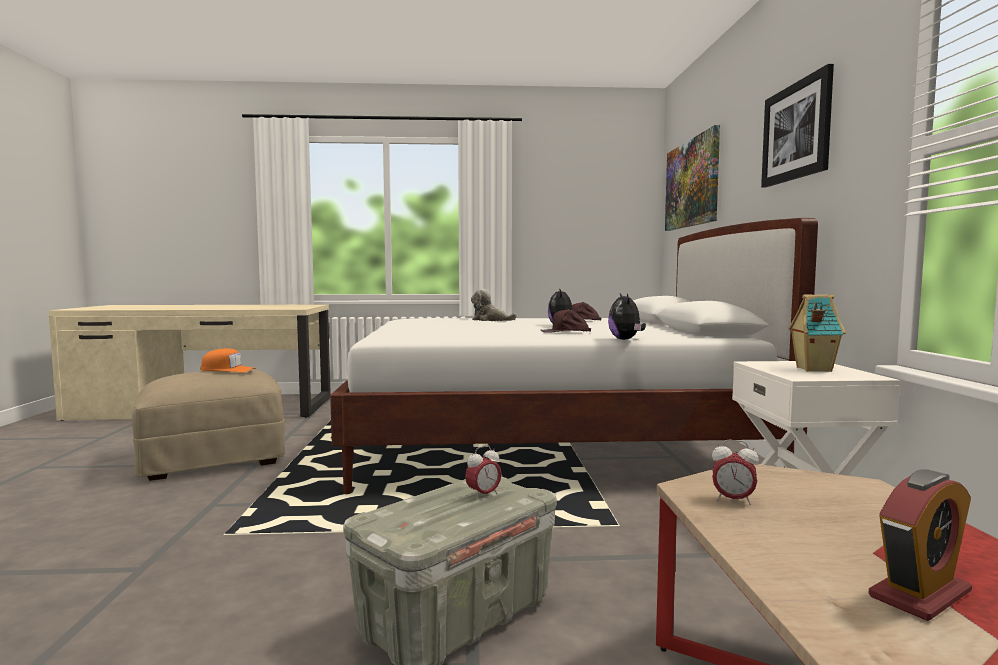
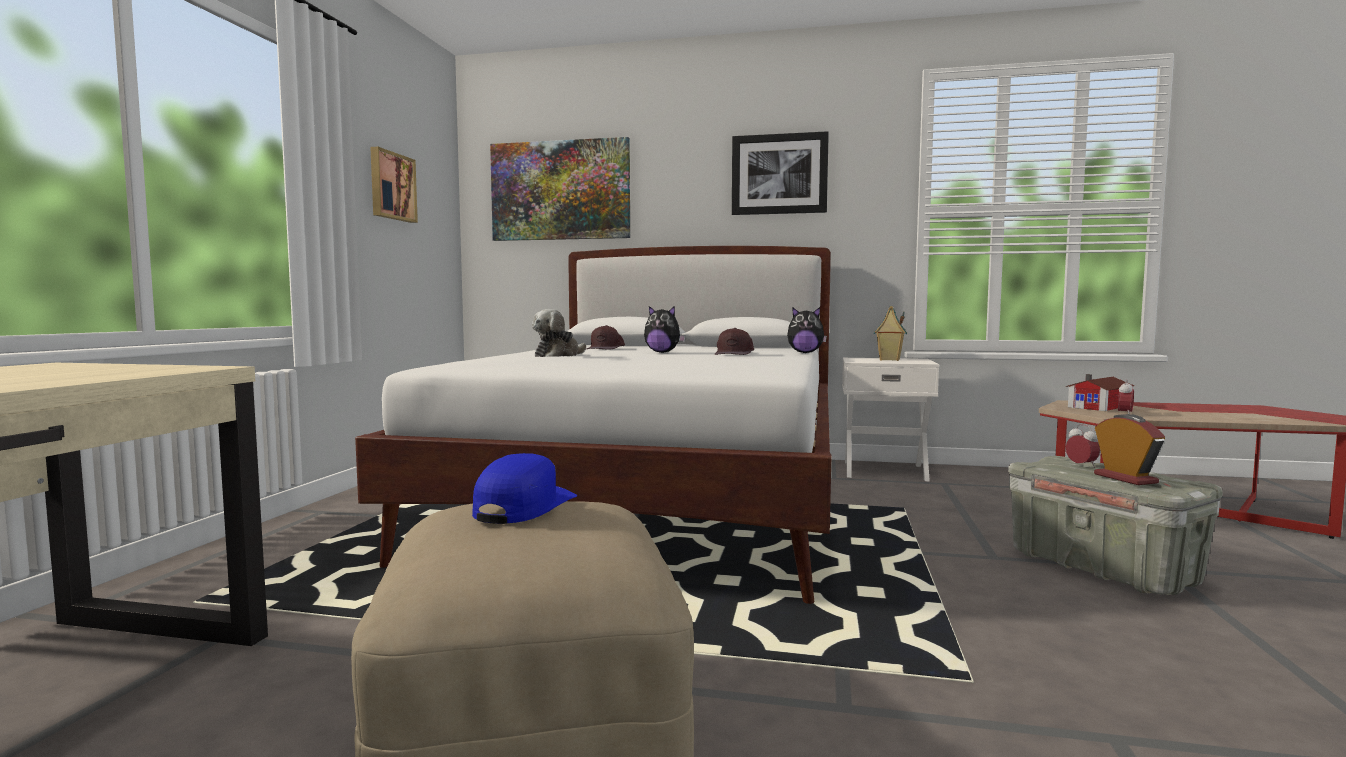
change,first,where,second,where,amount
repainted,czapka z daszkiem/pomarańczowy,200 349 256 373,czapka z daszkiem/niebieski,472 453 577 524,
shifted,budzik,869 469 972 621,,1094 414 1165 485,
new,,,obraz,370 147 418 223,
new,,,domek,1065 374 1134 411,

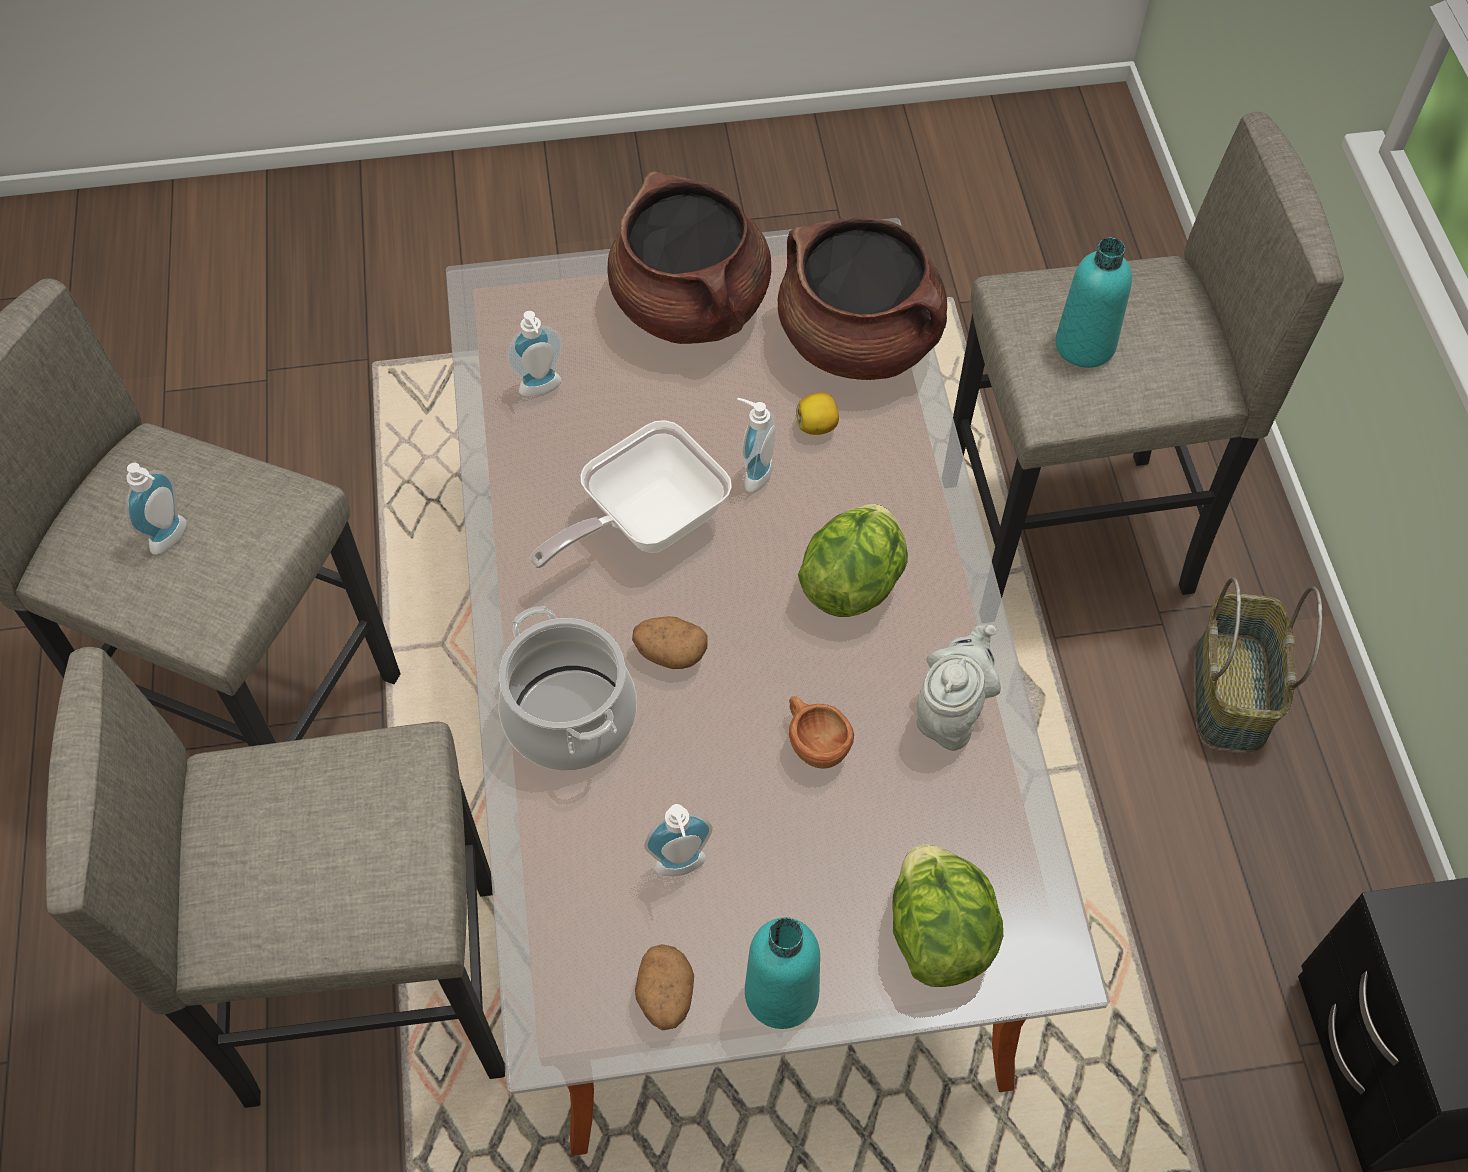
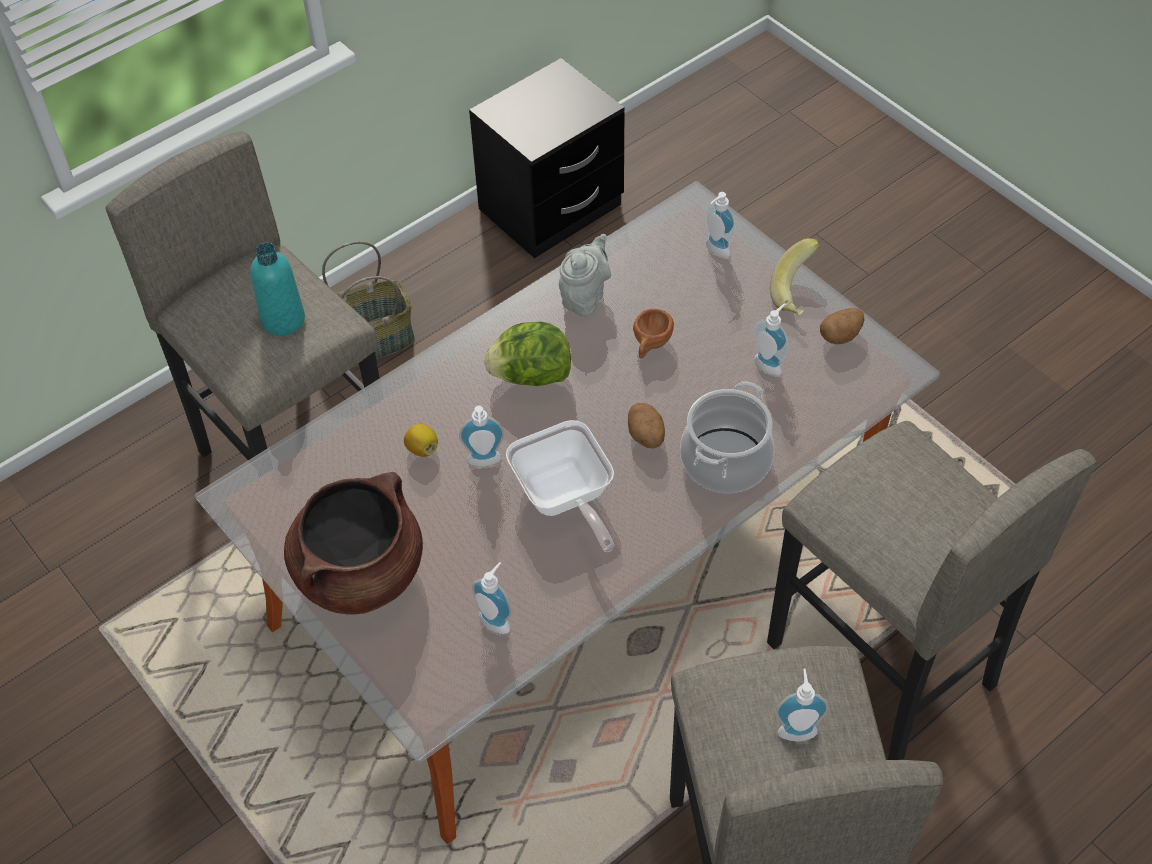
change,first,where,second,where,amount
gone,garnek/brązowy,778 217 947 380,,,
rotated,patelnia,530 420 732 569,,506 420 614 552,45 degrees clockwise
rotated,imbryk/szary,917 624 1001 751,,559 234 611 317,120 degrees clockwise
swapped,sałata,892 844 1003 987,dozownik mydła,705 192 736 257,
swapped,butelka/turkusowy,745 917 820 1029,banan,770 238 820 317,

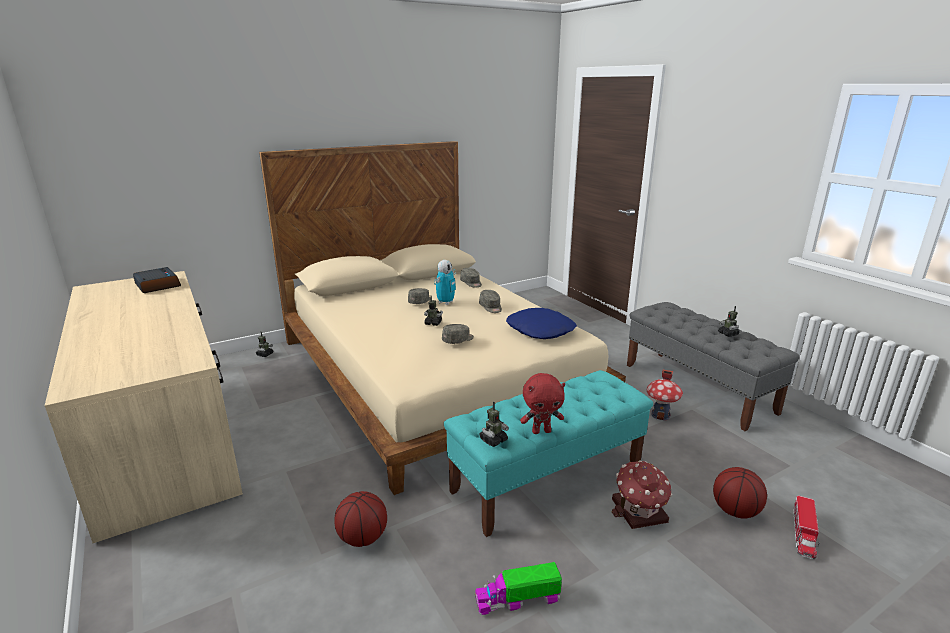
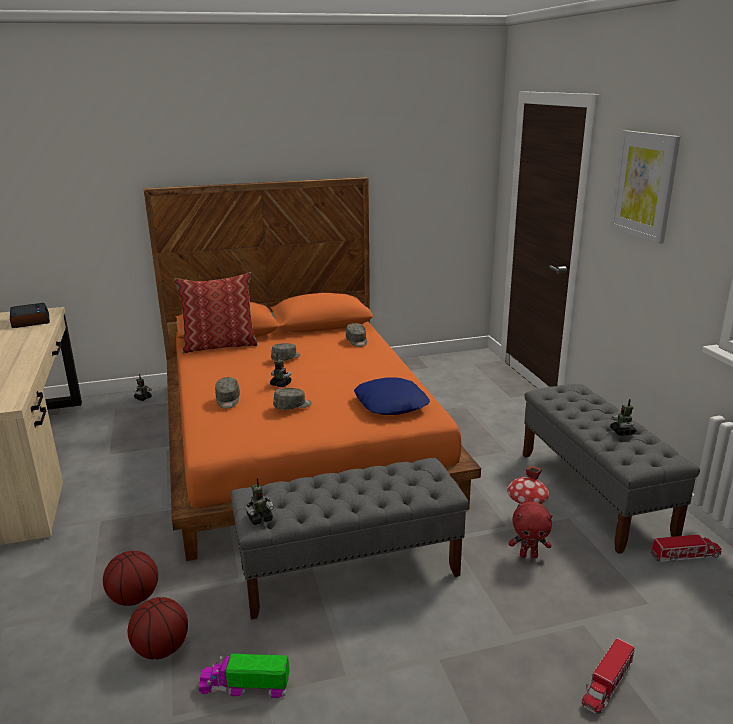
change,first,where,second,where,amount
repainted,łóżko/beżowy,259 141 626 495,łóżko/pomarańczowy,144 177 481 561,
gone,robot zabawkowy,434 260 456 305,,,
shifted,czapka z daszkiem/szary,479 290 502 313,,215 377 240 409,
repainted,ławka/turkusowy,444 370 653 537,ławka/szary,231 458 469 620,
shifted,pluszak/czerwony,520 373 565 434,,509 501 553 558,
gone,domek,612 460 672 529,,,
shifted,piłka do koszykówki,713 467 767 519,,128 597 188 659,
new,,,obraz,610 130 680 244,
new,,,poduszka,174 272 258 353,
new,,,ciężarówka zabawkowa,650 535 721 562,

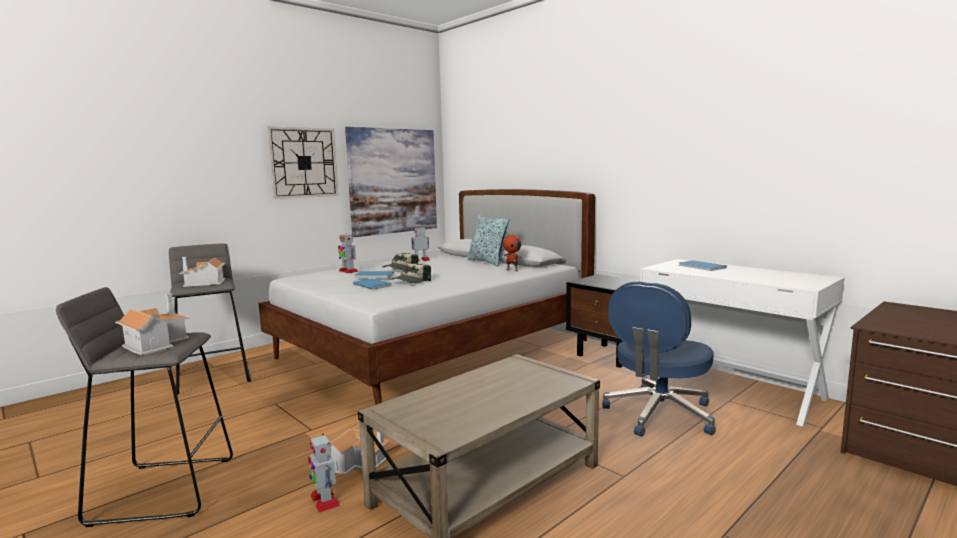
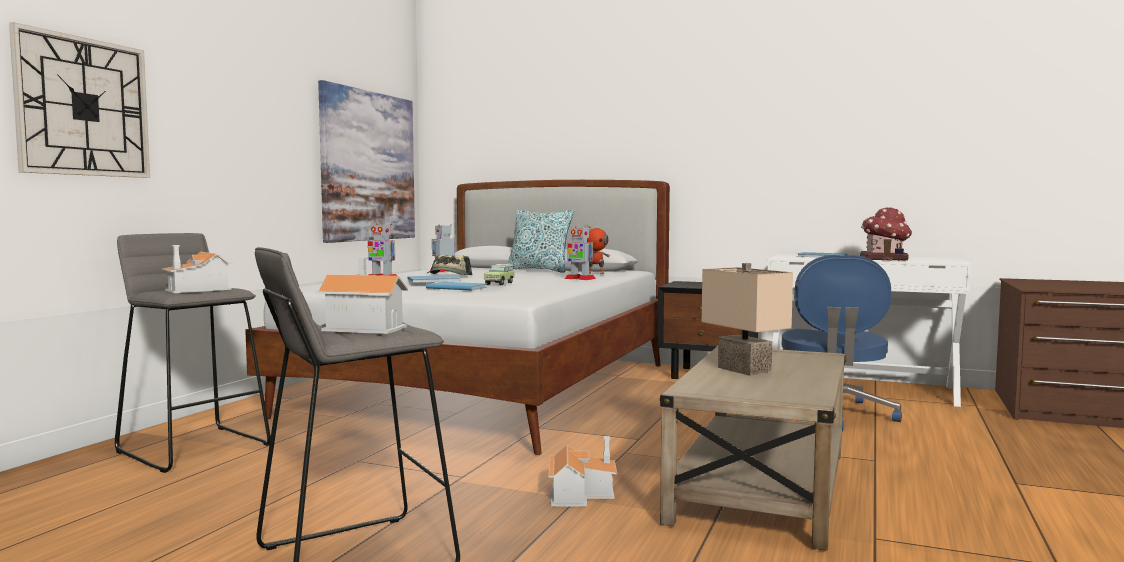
change,first,where,second,where,amount
shifted,zegar ścienny,267 126 339 199,,9 22 150 178,
swapped,czapka z daszkiem,391 263 431 283,samochodzik,484 264 515 285,
shifted,robot zabawkowy,308 433 340 513,,565 226 596 280,
new,,,domek,860 207 912 260,
new,,,lampa stołowa/beżowy,702 263 793 376,

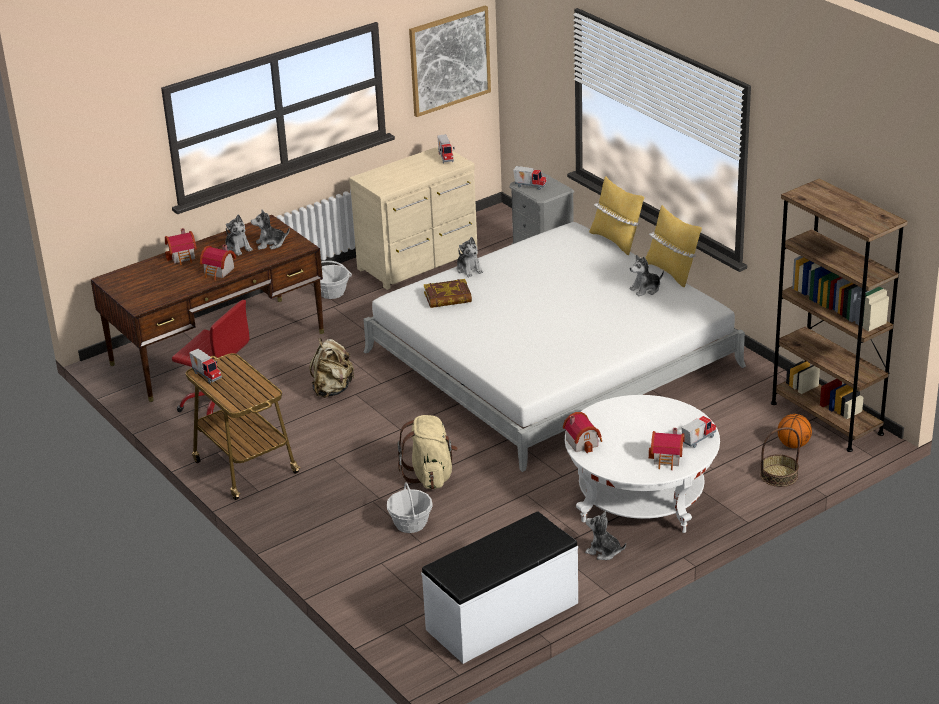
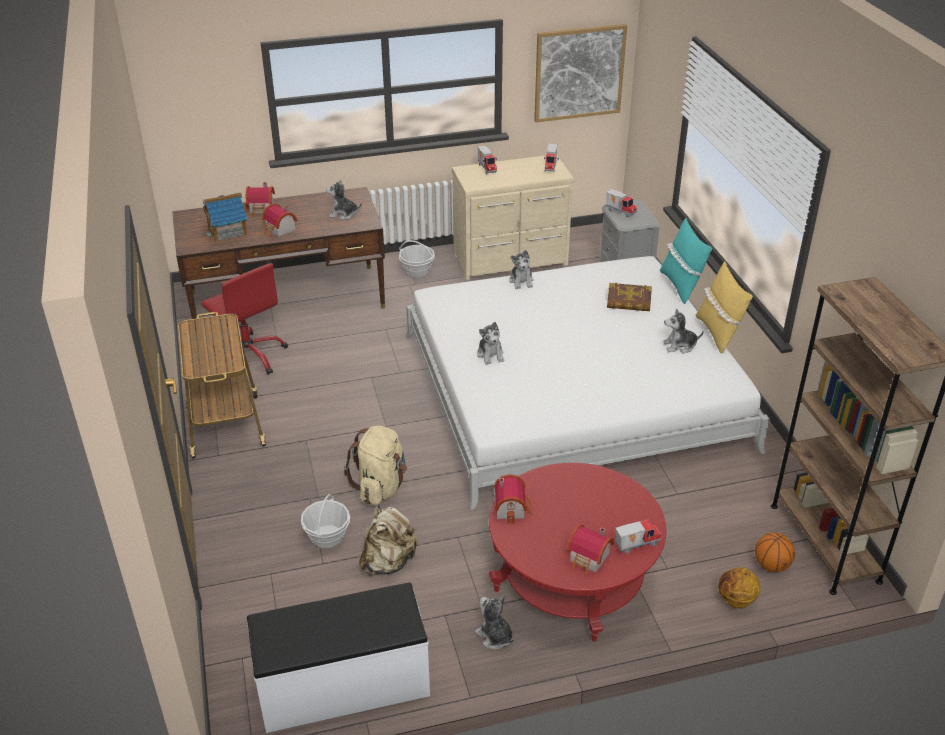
change,first,where,second,where,amount
repainted,poduszka/żółty,589 176 644 255,poduszka/turkusowy,660 218 712 304,
shifted,pluszak,225 215 253 256,,477 322 504 365,
shifted,książka,424 279 472 308,,607 283 652 311,
shifted,plecak/beżowy,309 338 355 398,,359 506 418 576,
shifted,ciężarówka zabawkowa,189 349 222 384,,478 145 497 175,
repainted,ława/biały,565 395 720 533,ława/czerwony,489 463 666 642,
swapped,koszyk,760 427 800 487,piłka do koszykówki,718 567 761 609,
new,,,domek,203 192 248 242,

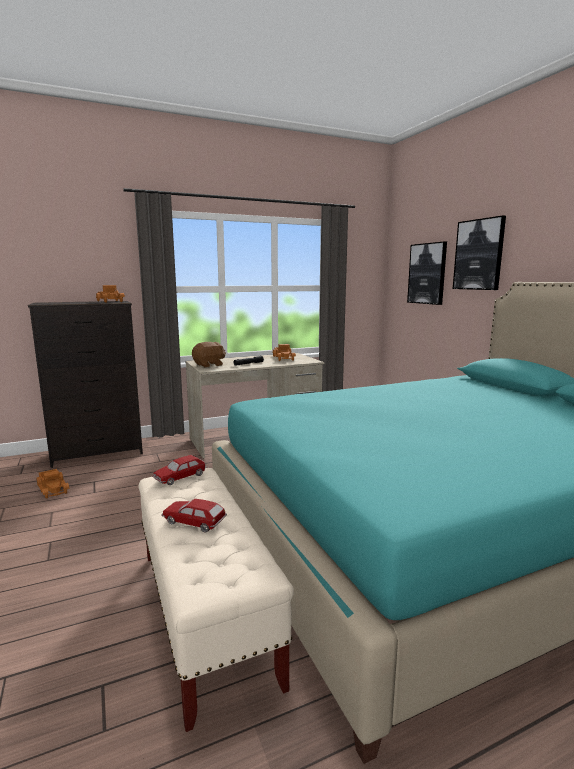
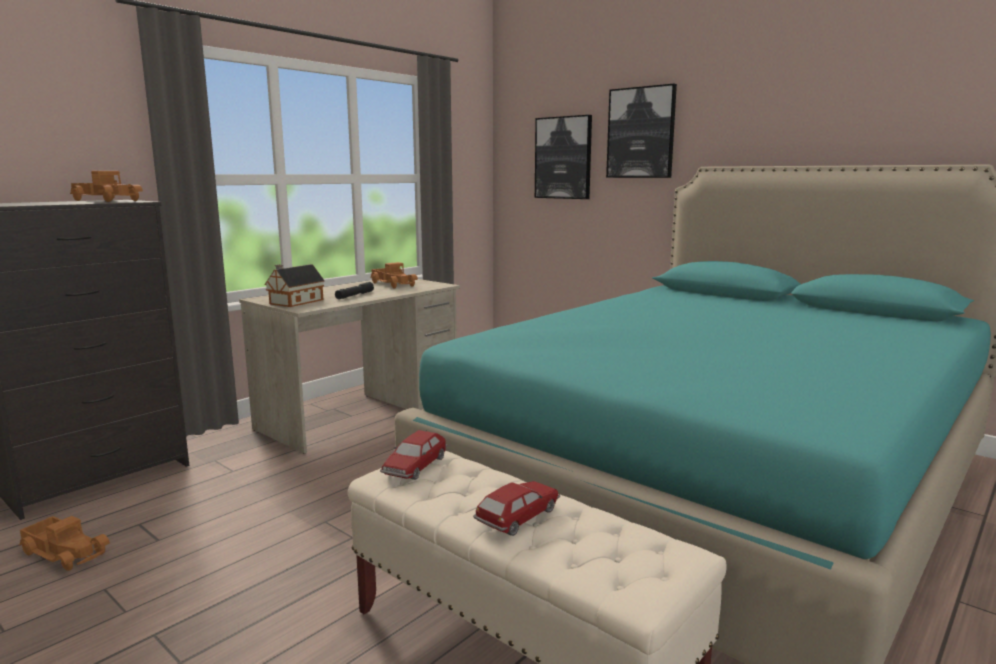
change,first,where,second,where,amount
swapped,pluszak/brązowy,192 342 226 367,domek,264 264 325 307,
rotated,samochodzik,161 499 227 533,,473 481 560 536,135 degrees clockwise

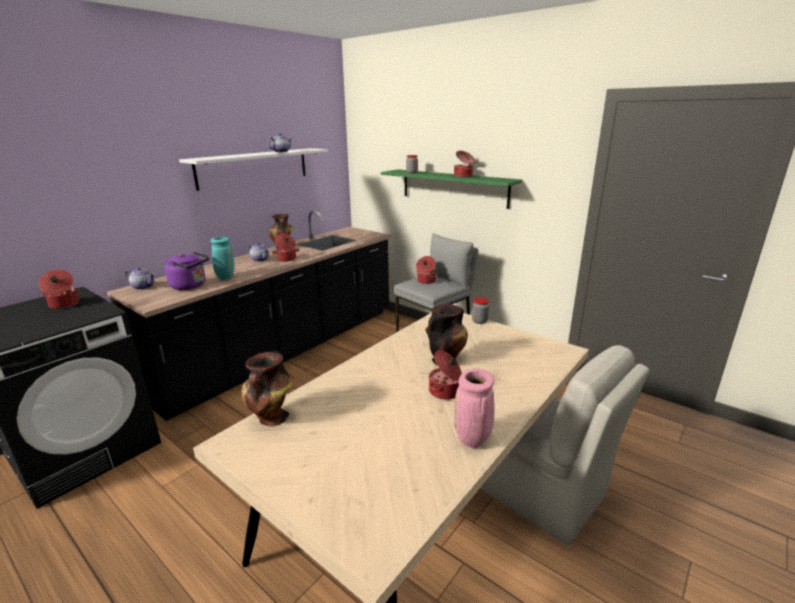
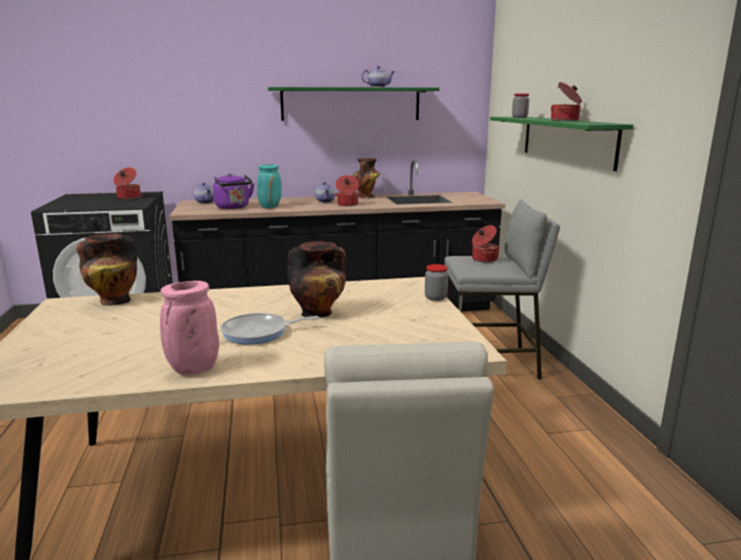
change,first,where,second,where,amount
repainted,półka/biały,179 148 328 191,półka/zielony,268 87 440 121,
swapped,garnek,429 350 462 400,patelnia,220 313 319 345,

